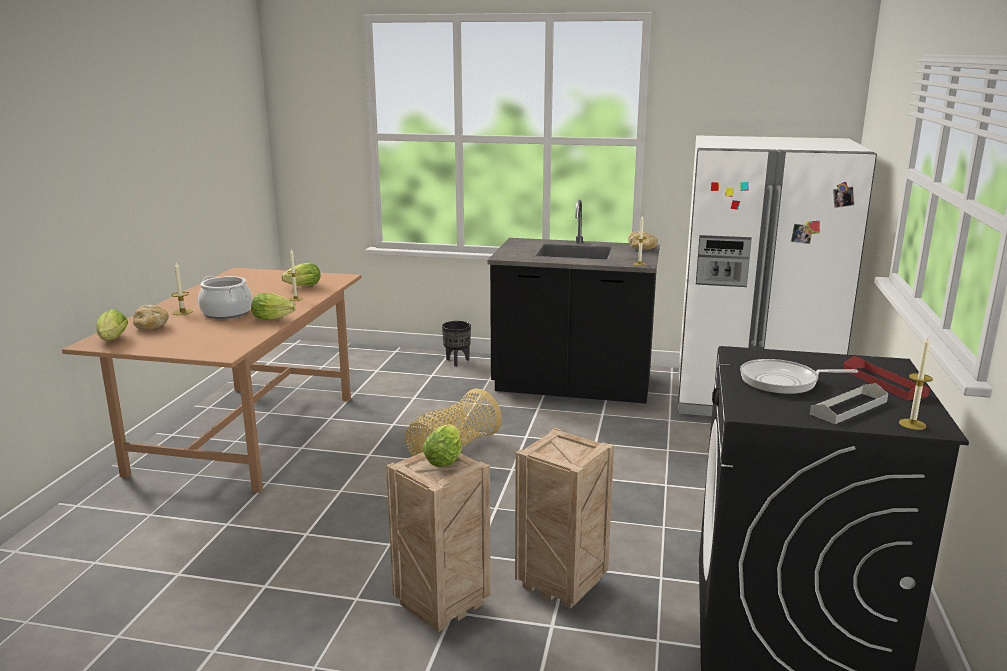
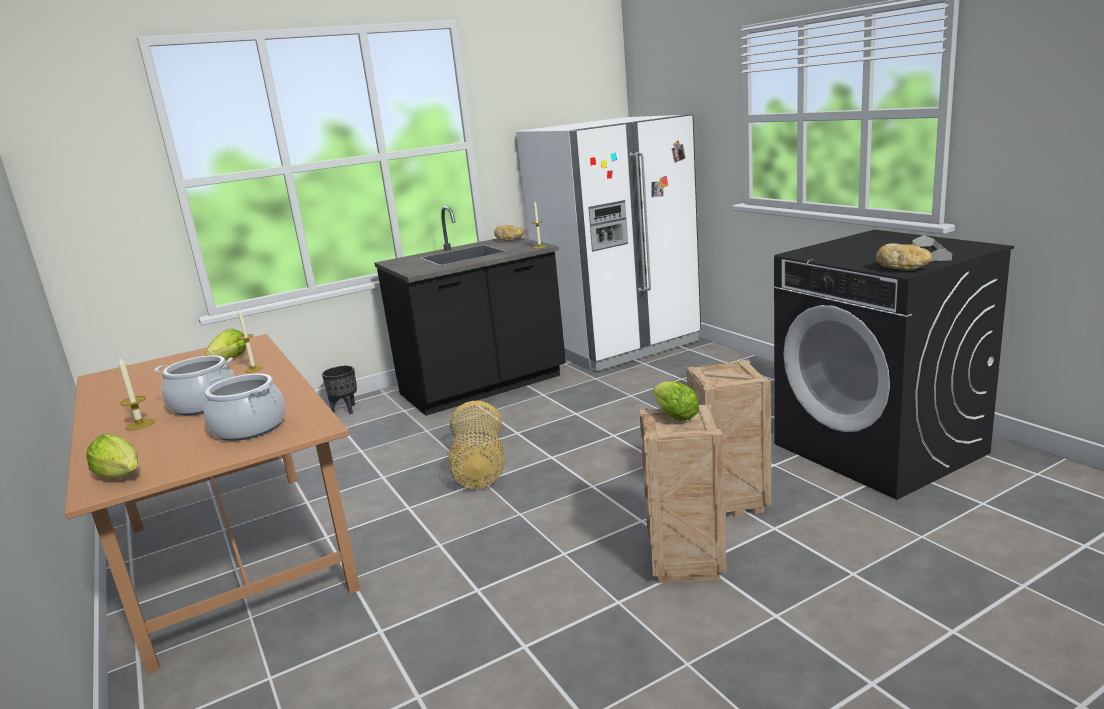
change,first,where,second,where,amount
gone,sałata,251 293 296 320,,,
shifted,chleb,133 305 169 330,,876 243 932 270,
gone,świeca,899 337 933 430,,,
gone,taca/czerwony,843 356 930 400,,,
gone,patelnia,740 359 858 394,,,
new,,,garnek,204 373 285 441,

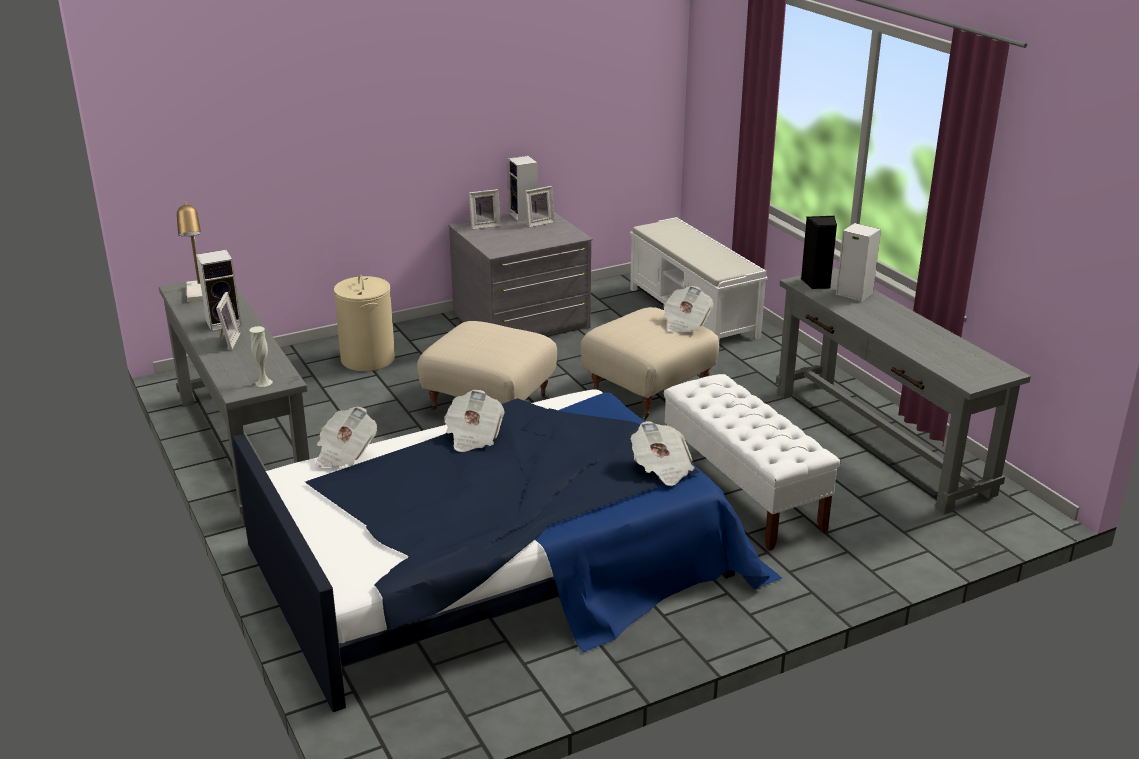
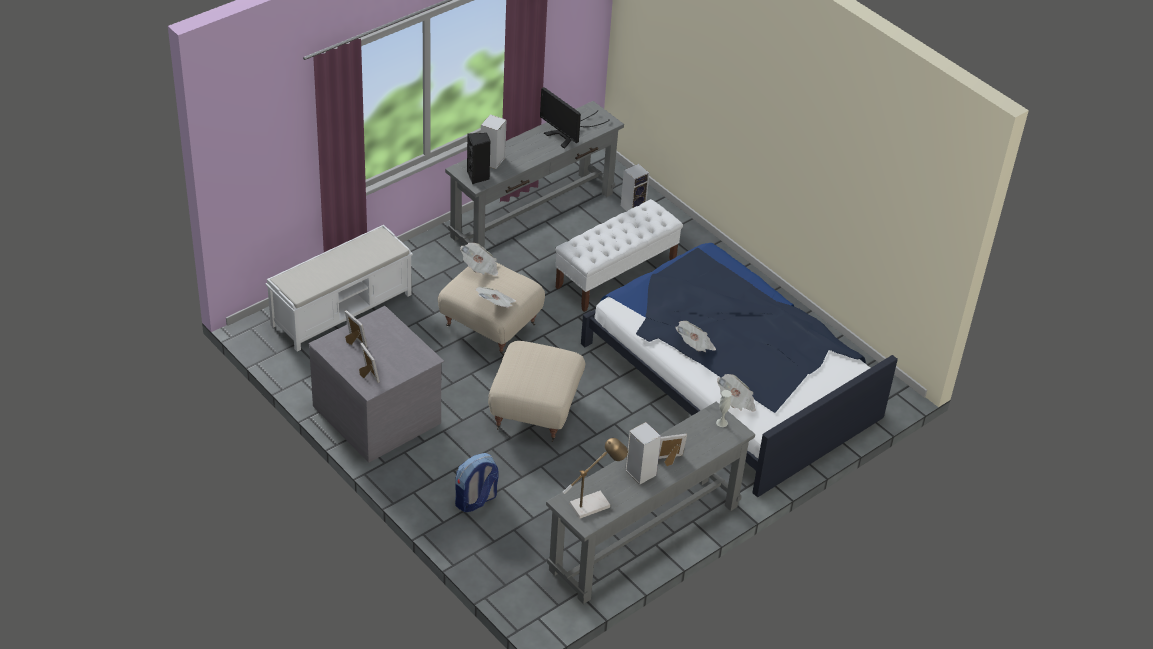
change,first,where,second,where,amount
shifted,głośnik,508 156 538 221,,621 164 649 211,
swapped,kosz na pranie/beżowy,334 275 395 371,plecak,455 453 499 512,
shifted,gazeta,631 421 695 486,,476 287 516 308,
new,,,monitor,540 87 610 149,

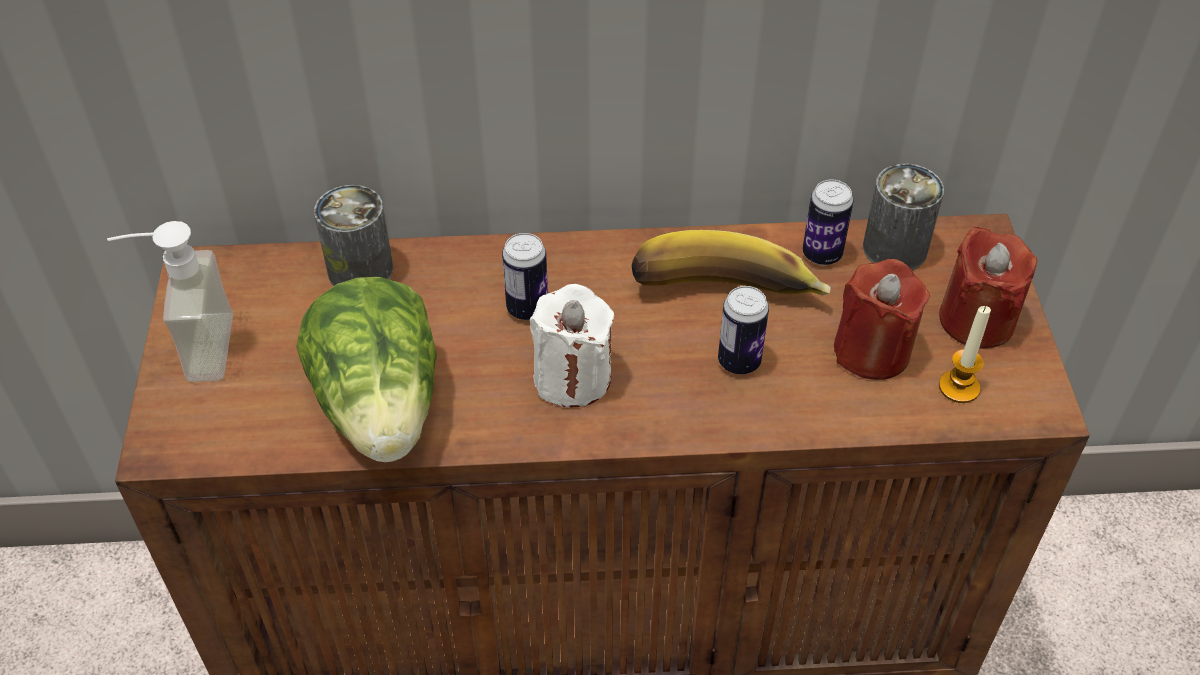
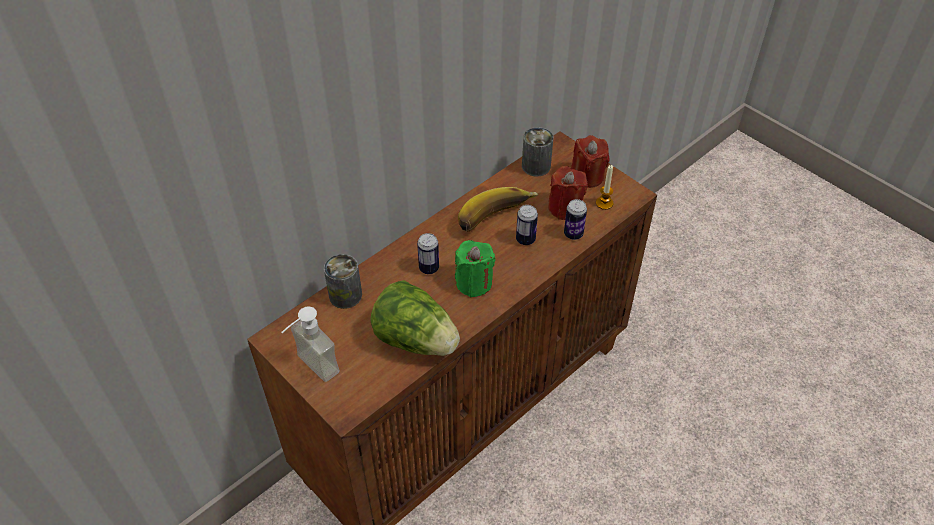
change,first,where,second,where,amount
shifted,puszka,803 179 853 265,,564 199 587 240,
repainted,świeca/biały,530 284 614 408,świeca/zielony,455 240 495 298,

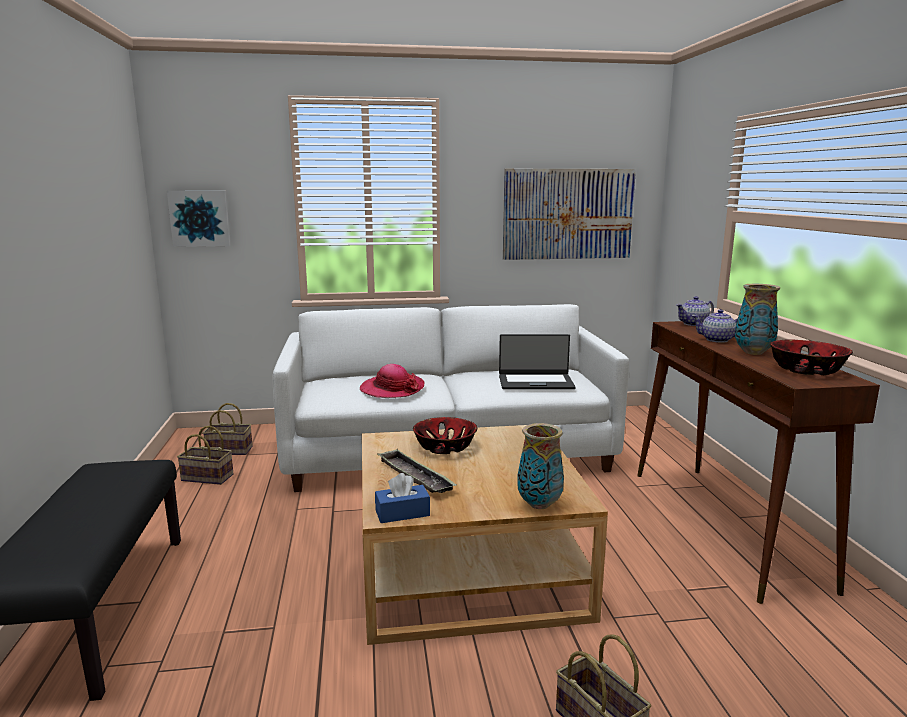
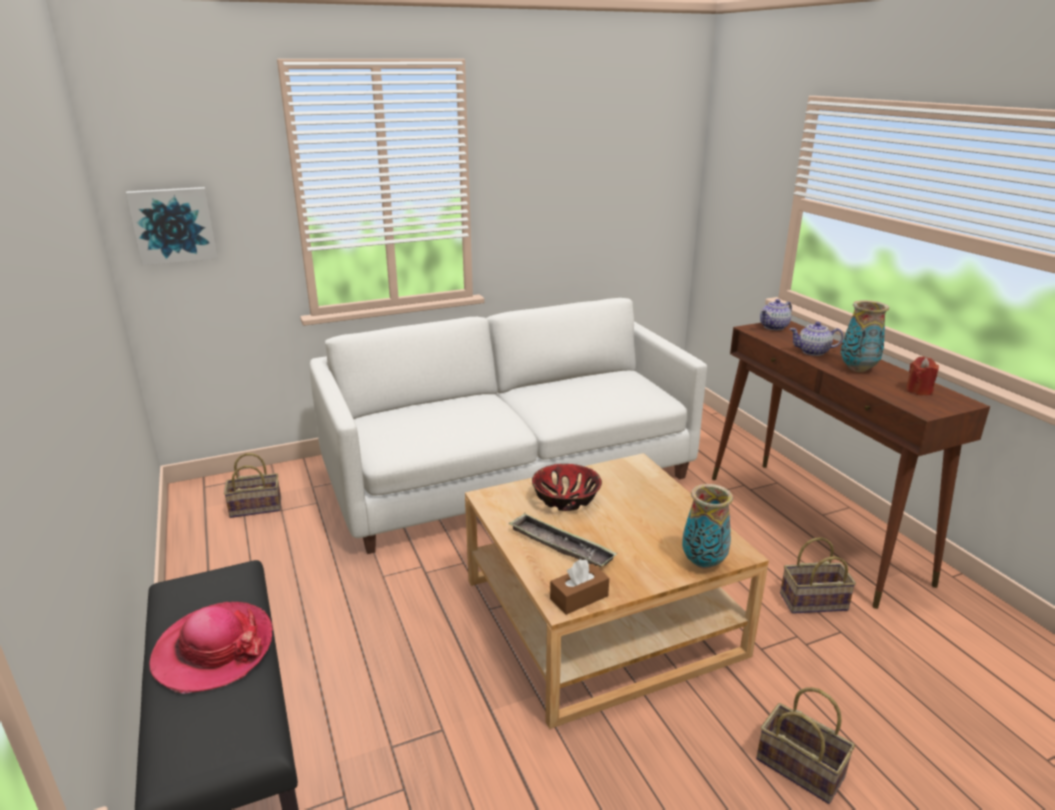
change,first,where,second,where,amount
gone,obraz,503 169 636 260,,,
gone,laptop,499 334 576 389,,,
swapped,miska,770 340 853 375,świeca/czerwony,906 356 939 396,
shifted,kapelusz,360 364 425 398,,149 602 273 694,
shifted,koszyk,177 426 233 485,,780 537 856 614,
repainted,pudełko chusteczek/niebieski,375 473 430 523,pudełko chusteczek/brązowy,550 559 609 615,

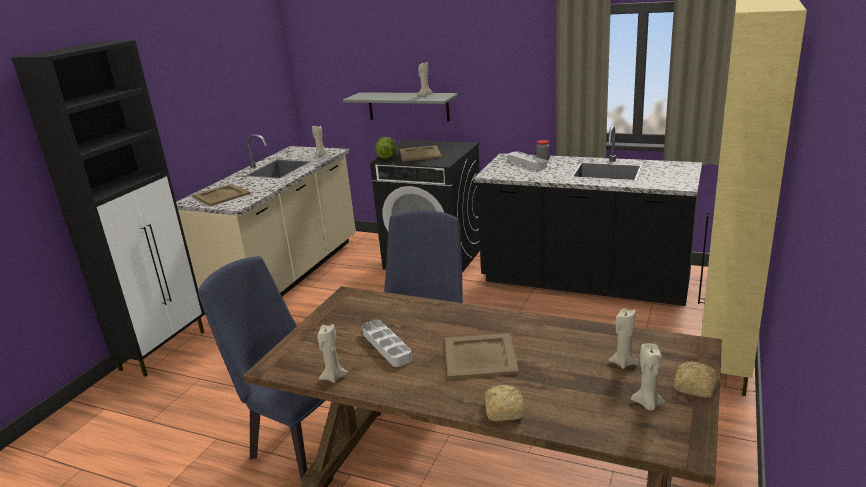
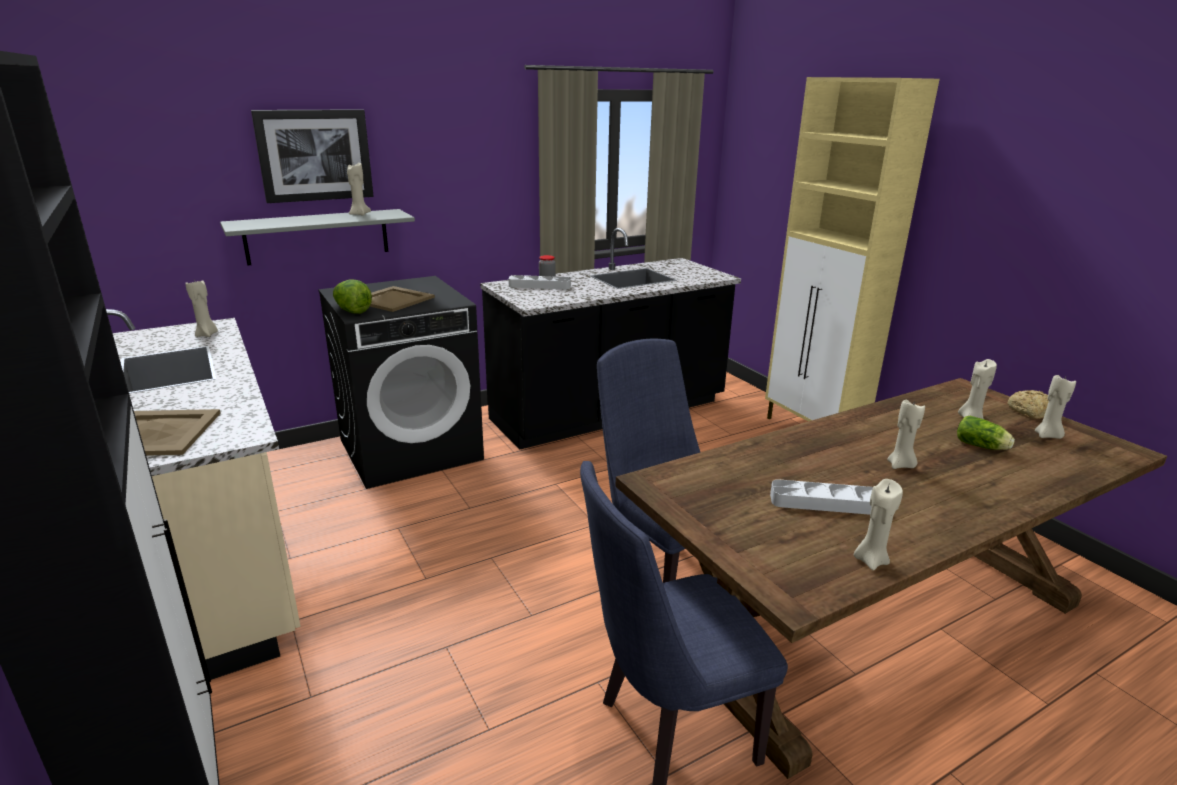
change,first,where,second,where,amount
swapped,taca/beżowy,445 333 519 379,świeca/beżowy,887 400 925 469,
gone,chleb,484 385 524 421,,,
new,,,obraz,251 109 374 203,
new,,,sałata,957 416 1015 450,

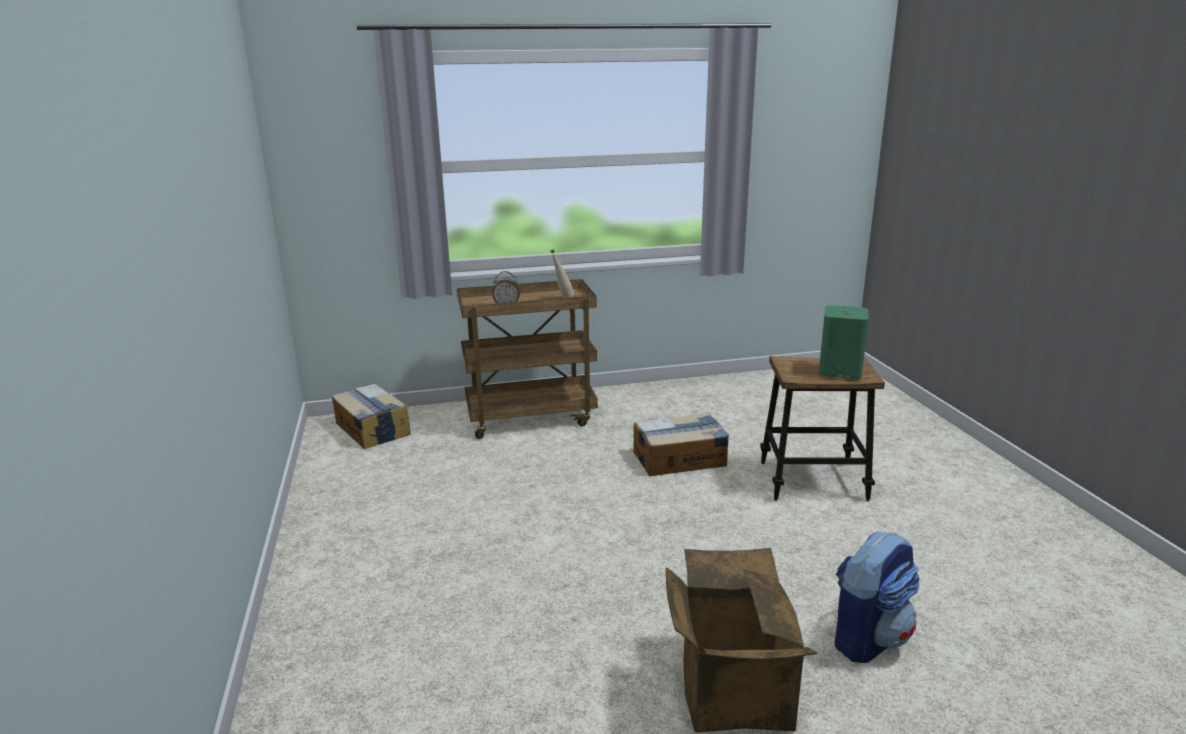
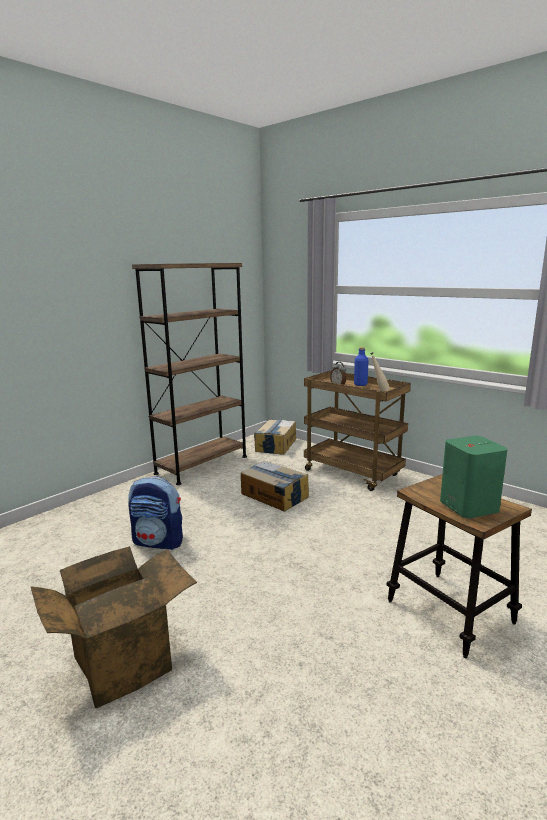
change,first,where,second,where,amount
shifted,karton,633 413 729 476,,241 461 309 512,
shifted,plecak,835 532 920 663,,128 476 183 550,
new,,,regał/brązowy,132 263 247 485,
new,,,butelka/niebieski,354 347 369 386,

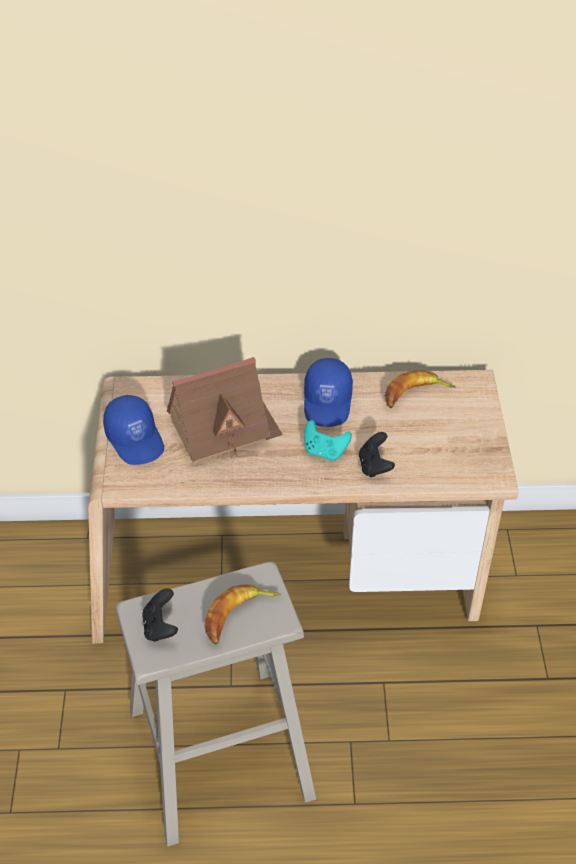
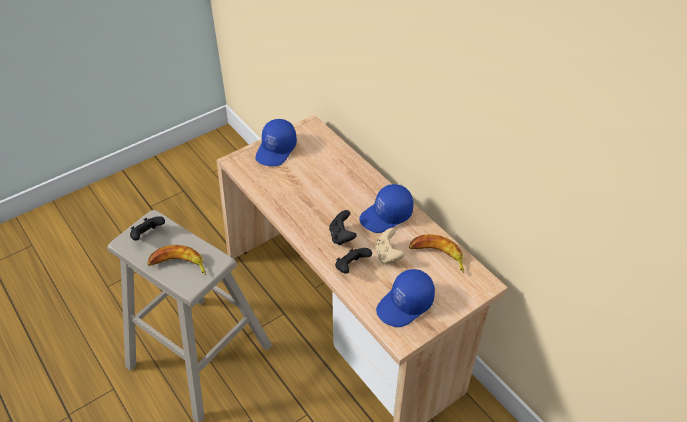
change,first,where,second,where,amount
gone,domek,167 357 283 463,,,
repainted,pad do gier/turkusowy,304 420 352 461,pad do gier/czarny,329 210 357 245,
new,,,pad do gier/beżowy,375 228 405 265,
new,,,czapka z daszkiem/niebieski,376 269 435 327,

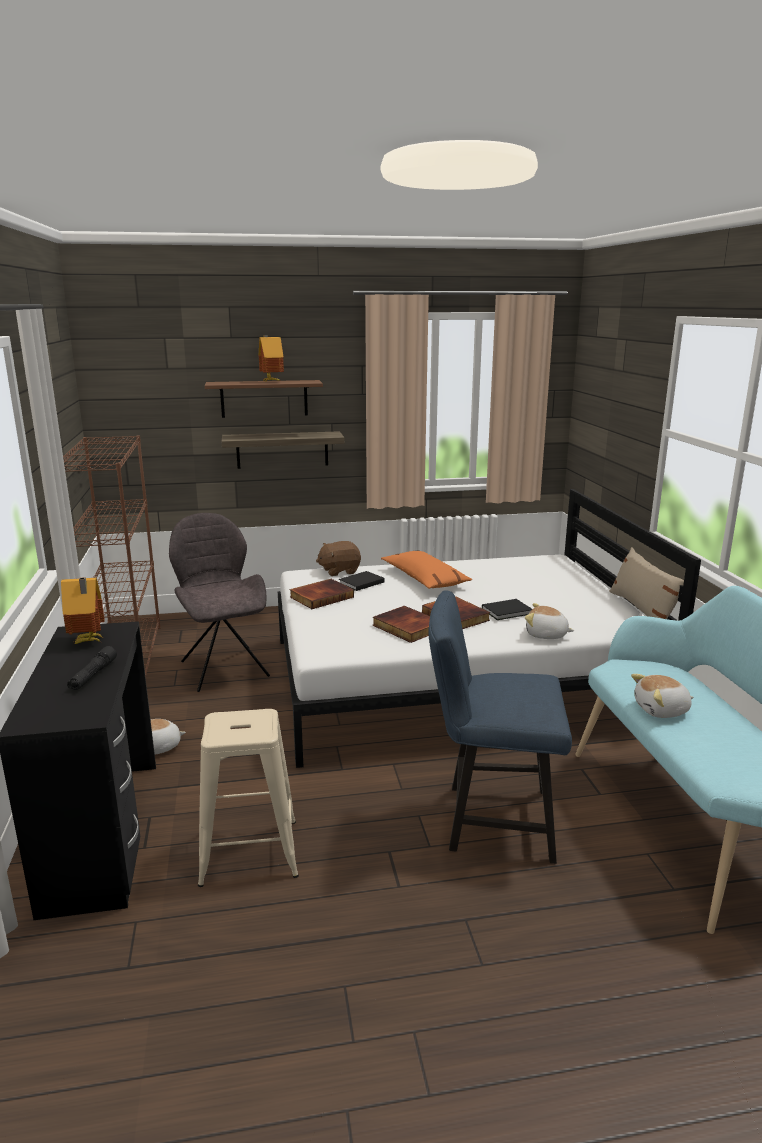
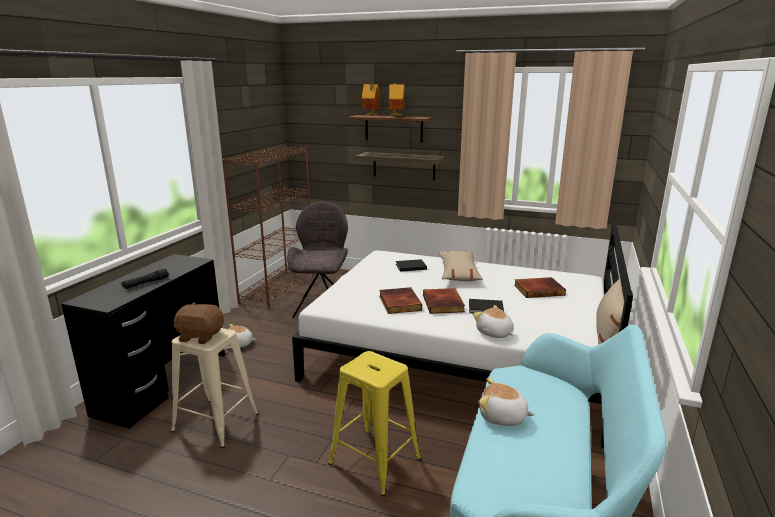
change,first,where,second,where,amount
shifted,pluszak/brązowy,316 541 361 576,,173 302 224 344,
repainted,poduszka/pomarańczowy,381 551 472 589,poduszka/beżowy,438 251 483 281,
shifted,domek,61 577 105 644,,362 83 380 116,
shifted,książka,289 579 354 609,,514 277 566 298,
swapped,krzesło/niebieski,428 590 572 864,stołek/żółty,328 351 421 496,

